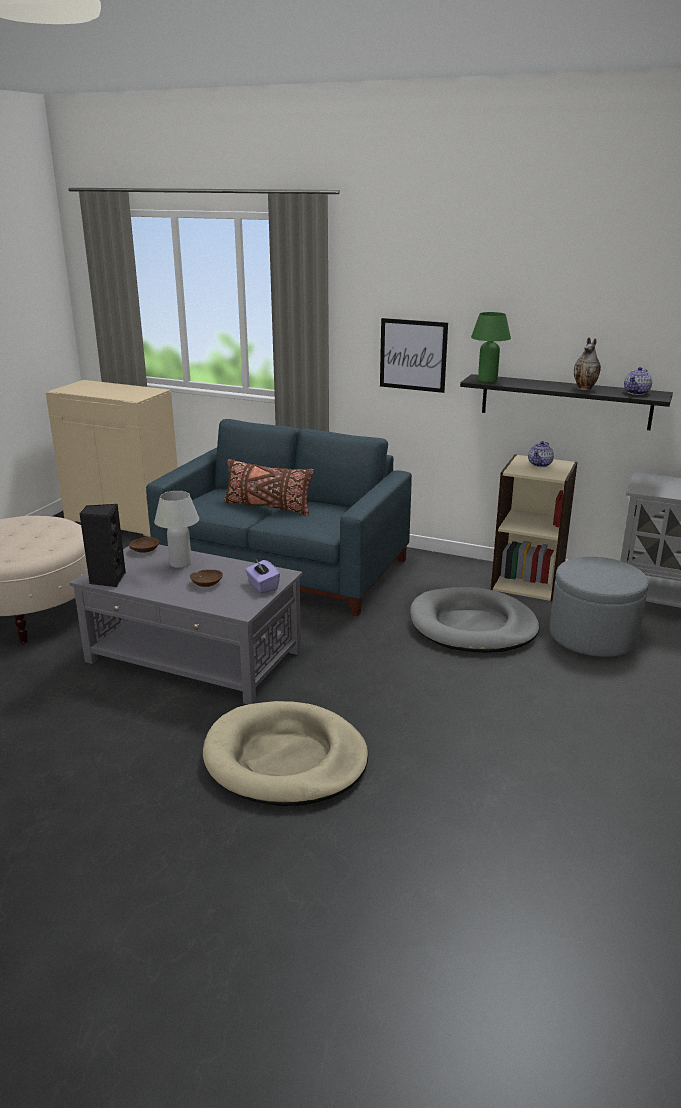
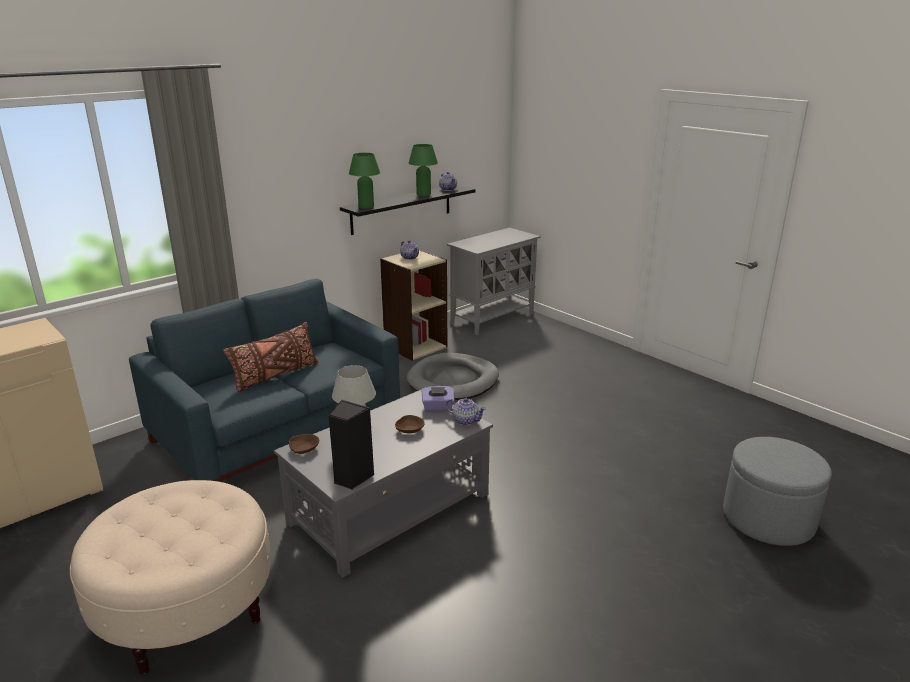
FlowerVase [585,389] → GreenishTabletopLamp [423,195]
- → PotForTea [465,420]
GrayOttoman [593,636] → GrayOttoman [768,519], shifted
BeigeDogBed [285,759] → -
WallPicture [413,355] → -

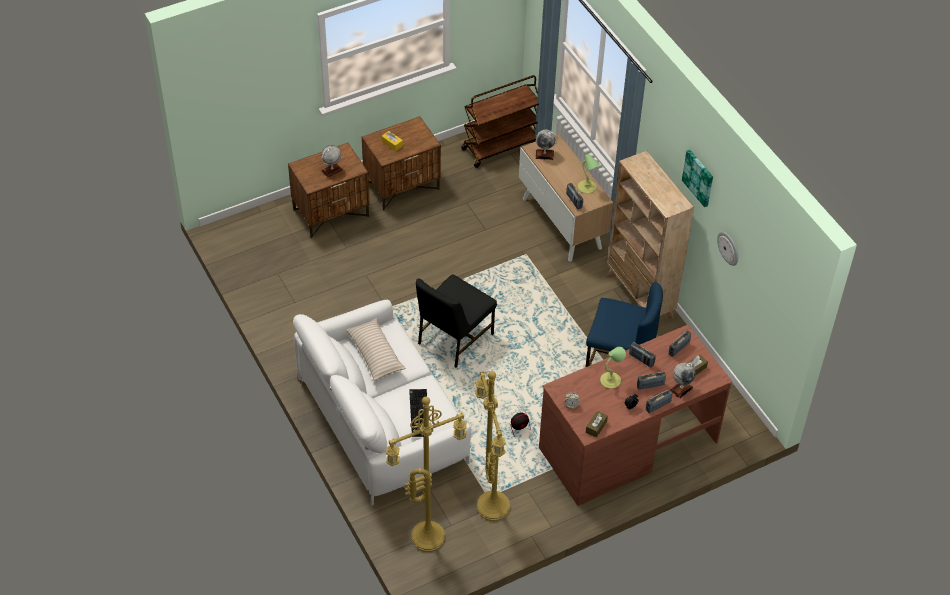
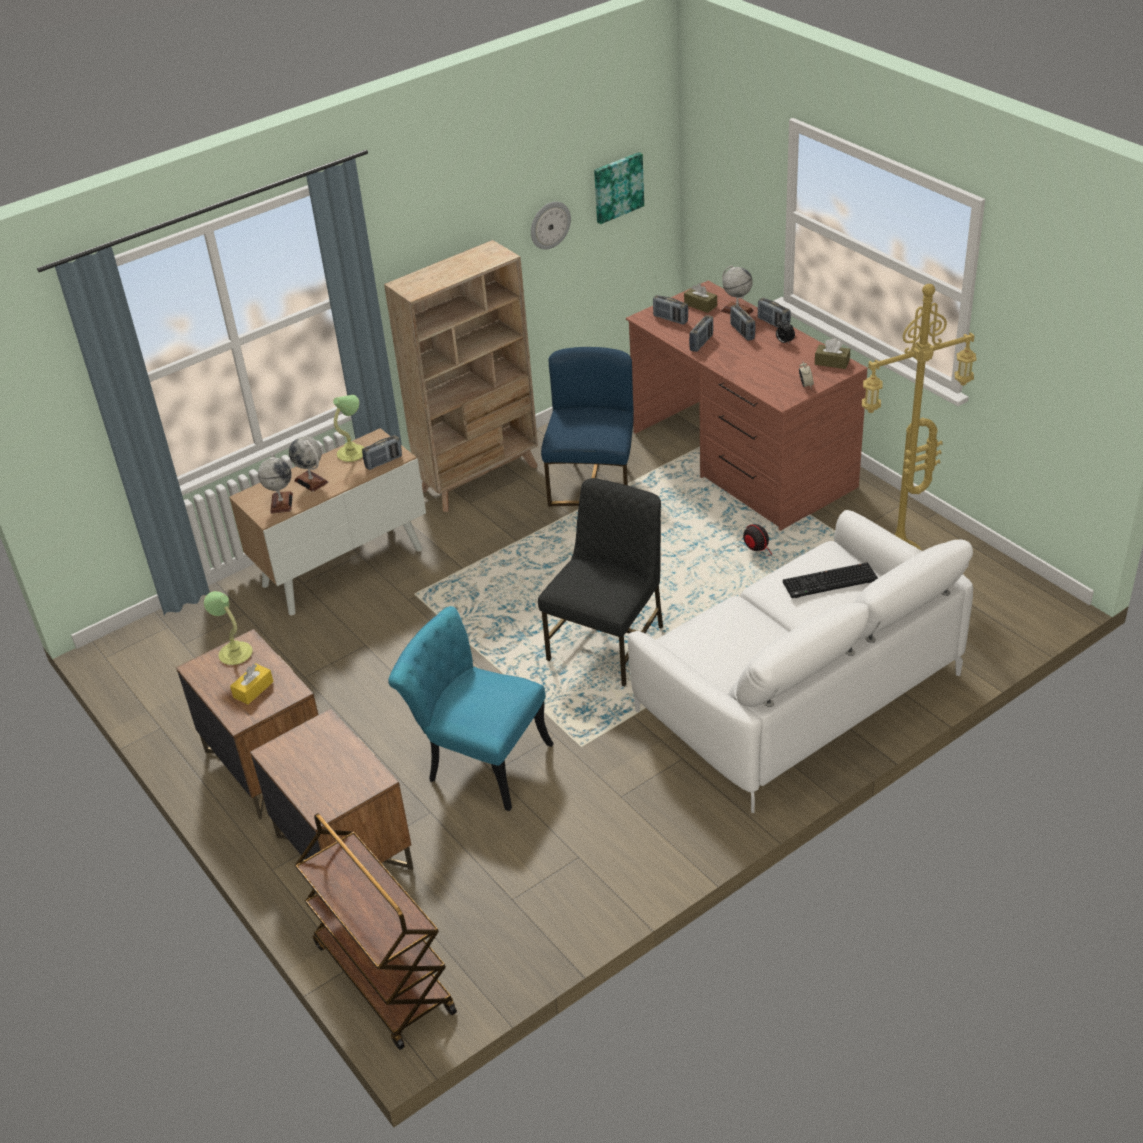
TabletopLamp [611,380] → TabletopLamp [235,653], shifted
Globe [332,170] → Globe [311,481], shifted
BrownCart [501,146] → BrownCart [383,977], shifted
- → BlueGreenPlainChair [478,760]
BlackColouredPlainChair [453,339] → BlackColouredPlainChair [608,643], 90 degrees counterclockwise
WallPicture [699,177] → WallPicture [617,187], shifted
BeigePillow [375,354] → -
YellowColouredFloorLamp [428,534] → -

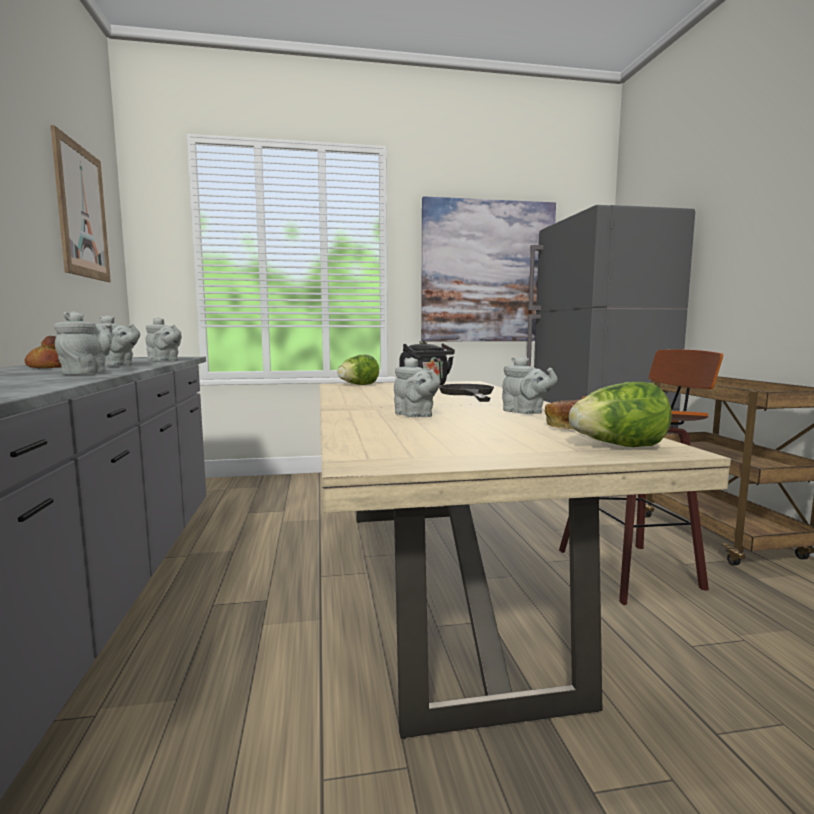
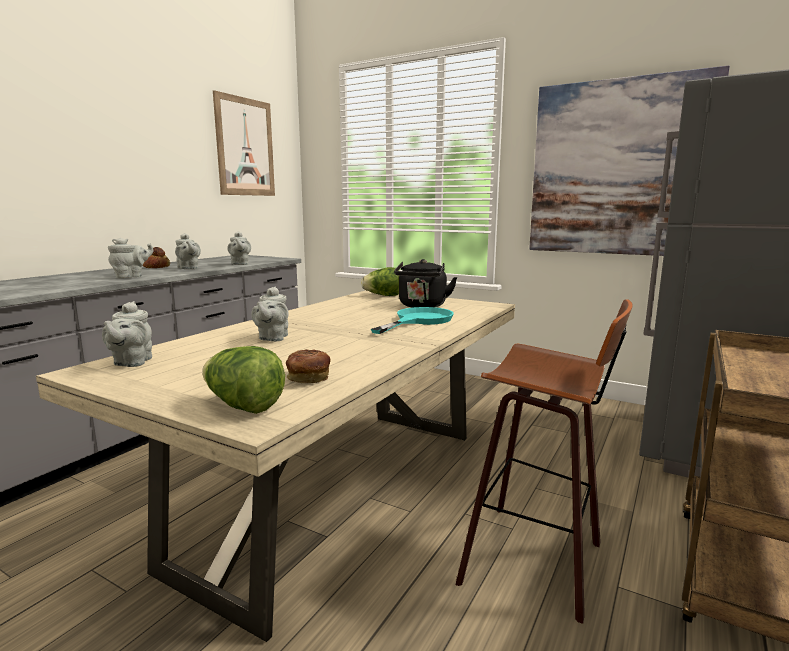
GrayPotForTea [525,412] → GrayPotForTea [131,362], shifted
BlackColouredFryingPan [468,394] → BlueGreenFryingPan [418,320]

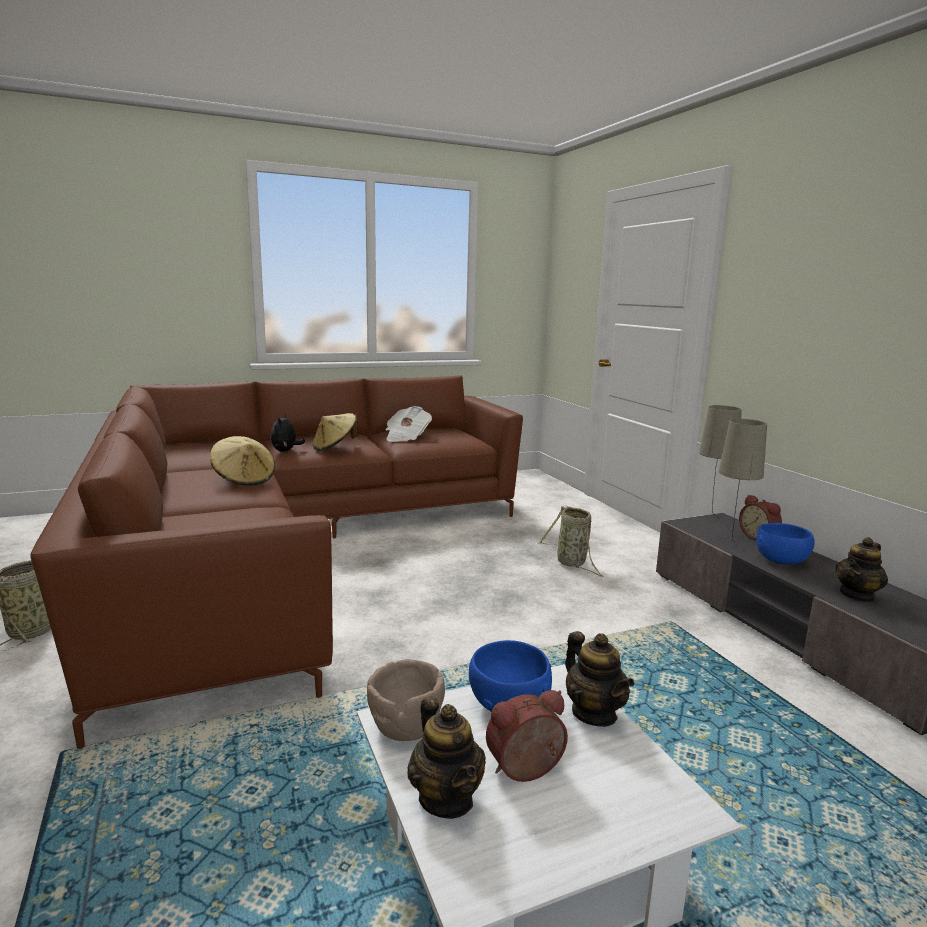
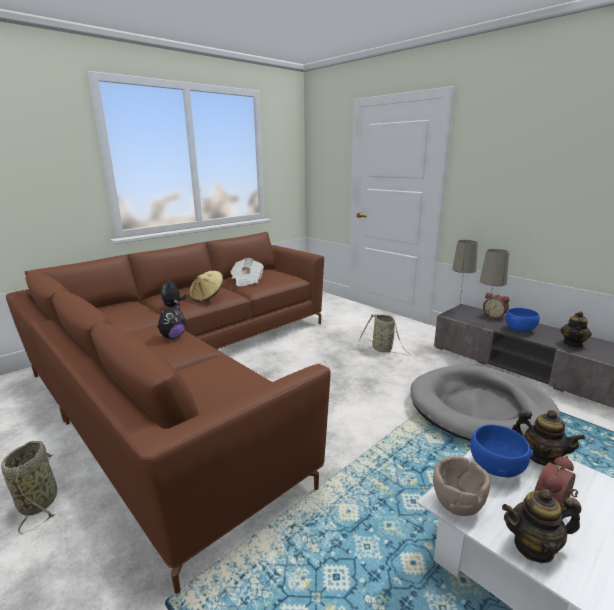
BeigeHat [244,479] → CuddlyToy [173,337]
- → GrayDogBed [480,408]
PotForTea [446,798] → PotForTea [534,547], 135 degrees clockwise

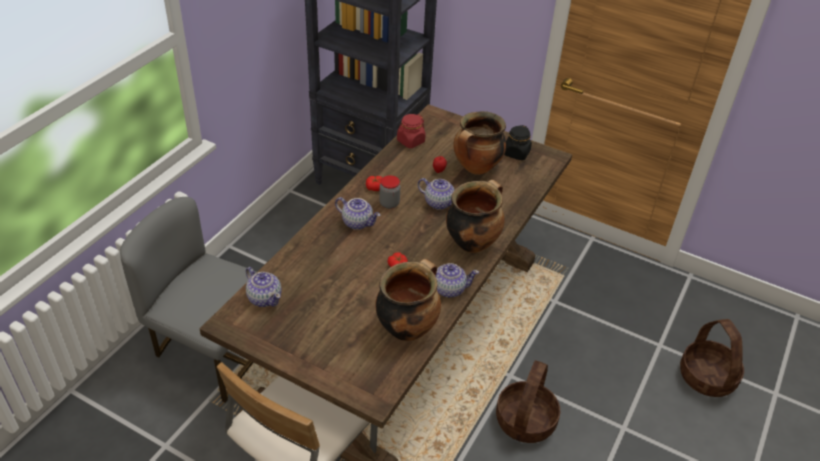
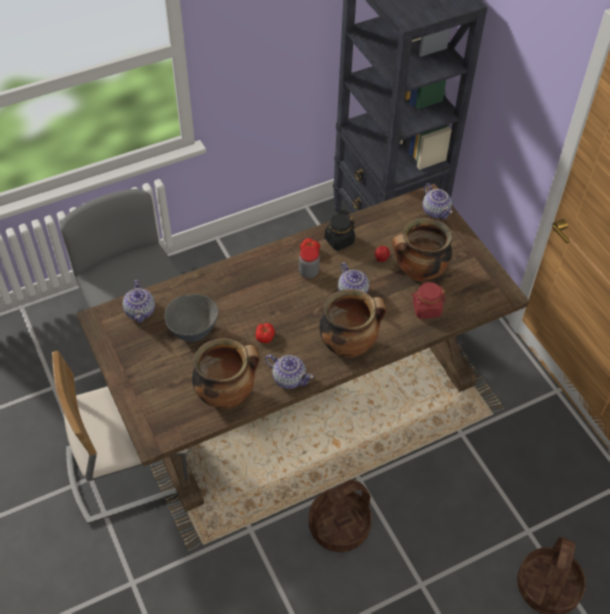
- → GrayBowl [192,332]
BlackColouredPreserveJar [516,153] → BlackColouredPreserveJar [339,241], shifted
RedColouredPreserveJar [410,141] → RedColouredPreserveJar [426,309], shifted
PotForTea [358,222] → PotForTea [436,211], shifted

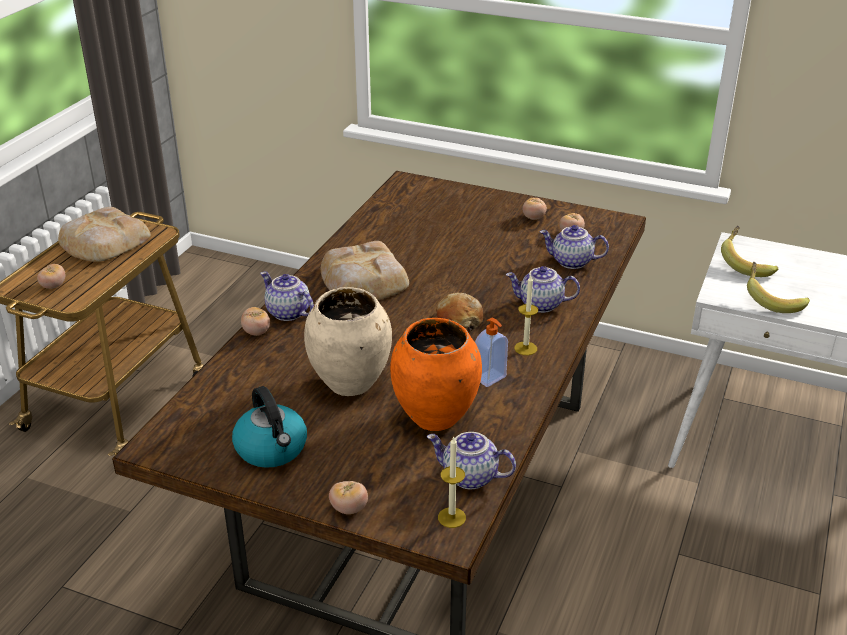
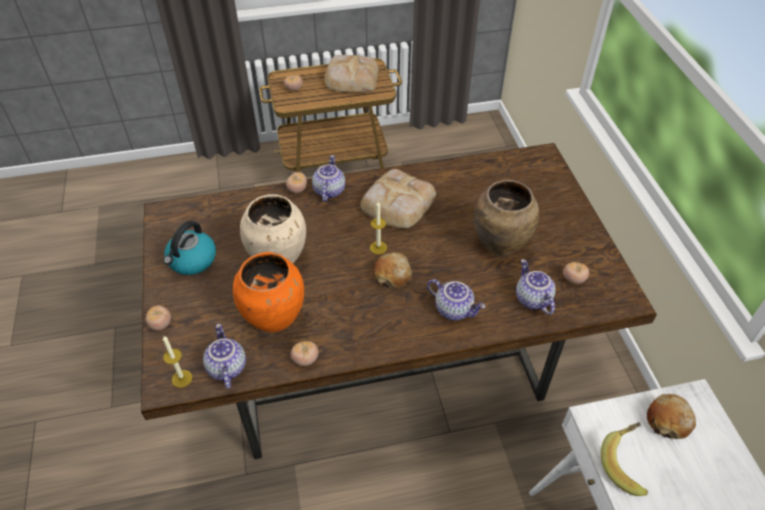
Tomato [533,218] → Tomato [305,359], shifted
Candle [525,348] → Candle [378,247], shifted
PotForTea [540,305] → PotForTea [454,309], 150 degrees clockwise
- → BrownFlowerVase [500,246]
Banana [746,264] → Bread [668,420]
SoapBottle [490,378] → -

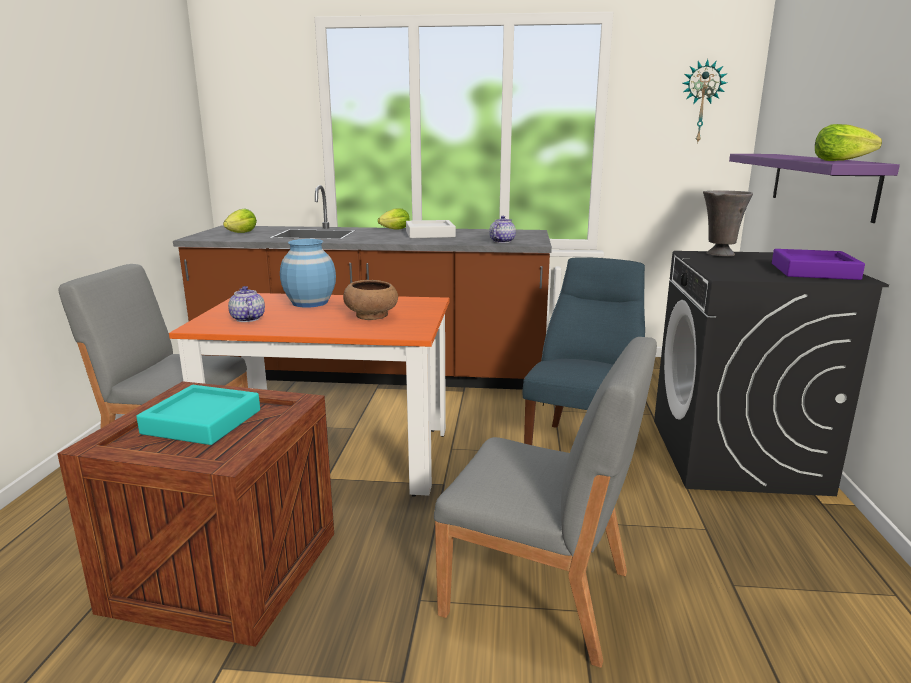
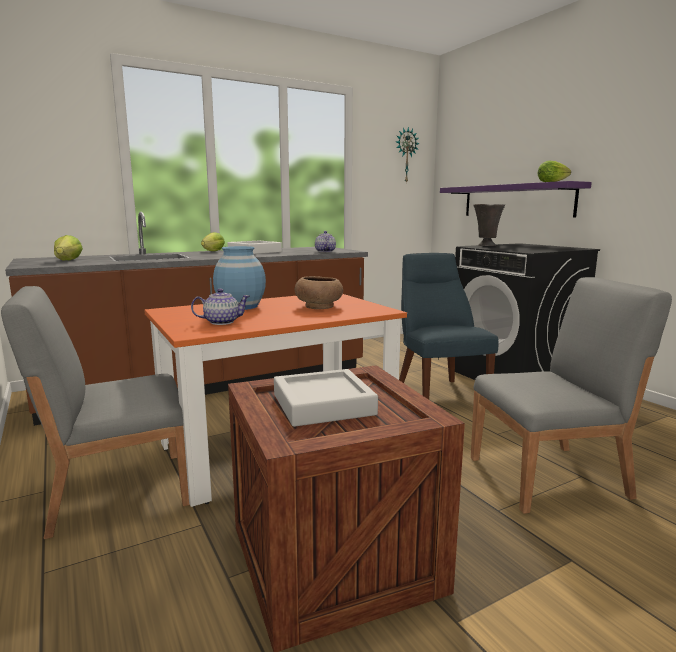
PotForTea [247,319] → PotForTea [221,322], 135 degrees clockwise
BlueGreenCarryingTray [202,422] → GrayCarryingTray [323,404]
PurpleColouredCarryingTray [814,271] → -

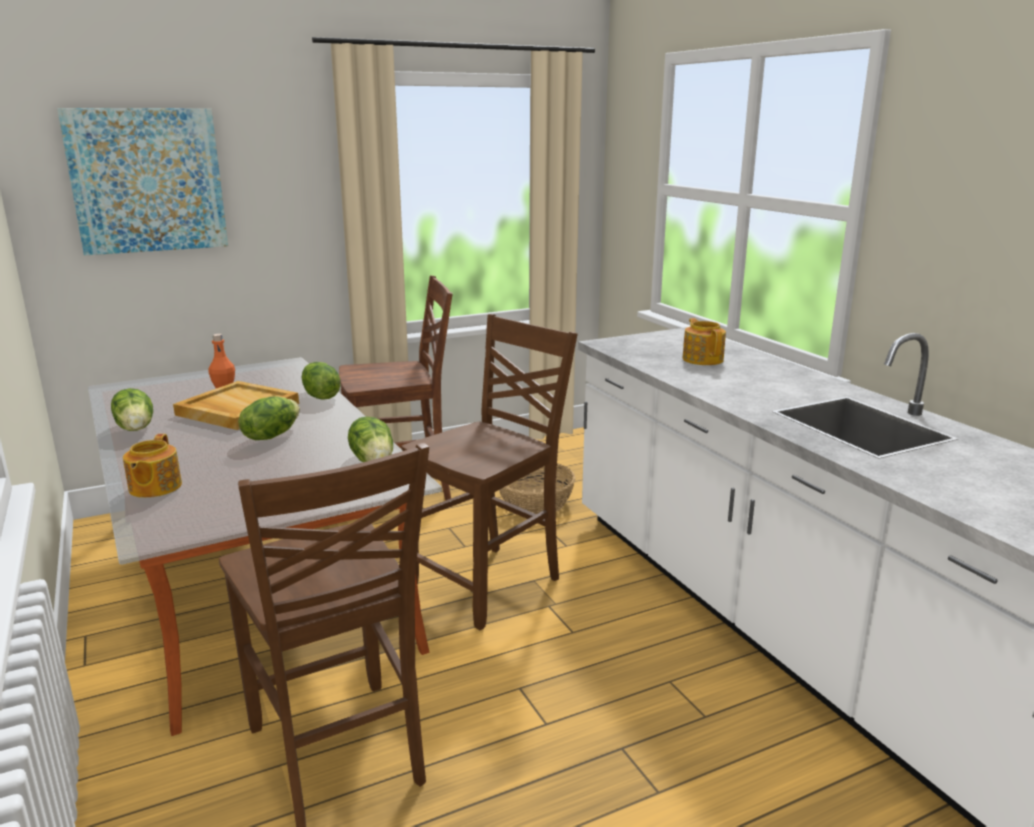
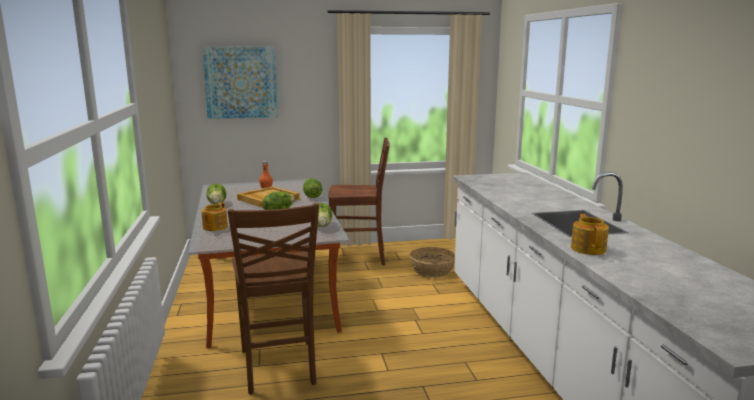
PotForTea [702,359] → PotForTea [588,248], shifted
BrownPlainChair [489,584] → -

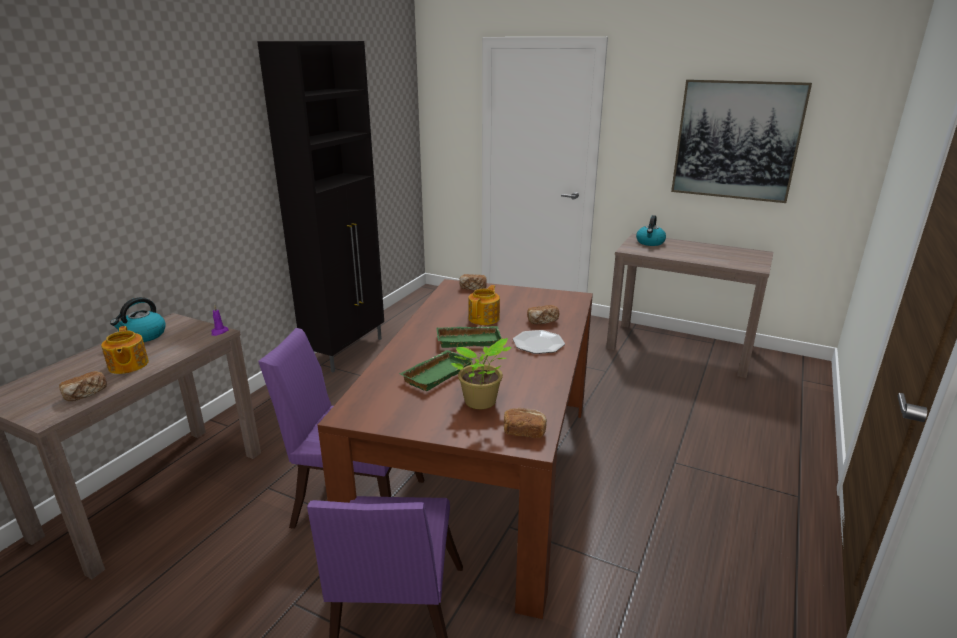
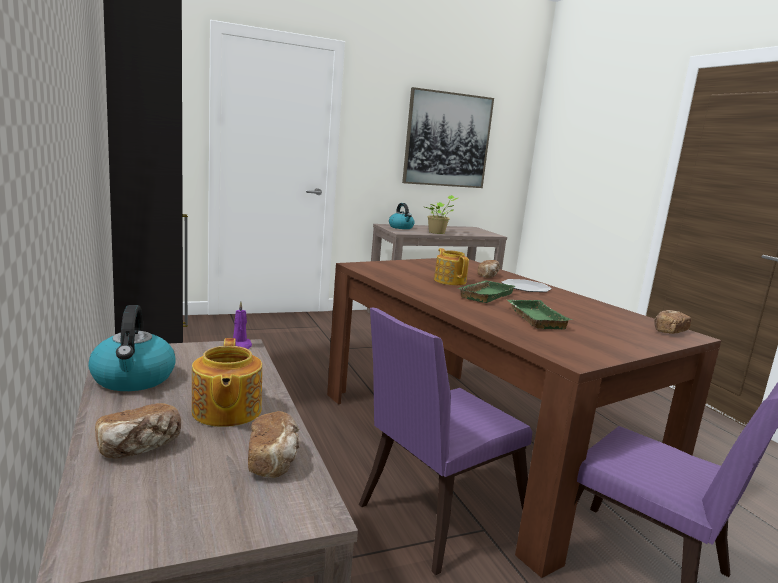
Bread [473,288] → Bread [139,447], shifted
PotForTea [128,365] → PotForTea [225,411], 60 degrees clockwise
PlantInAPot [481,402] → PlantInAPot [438,233], shifted

